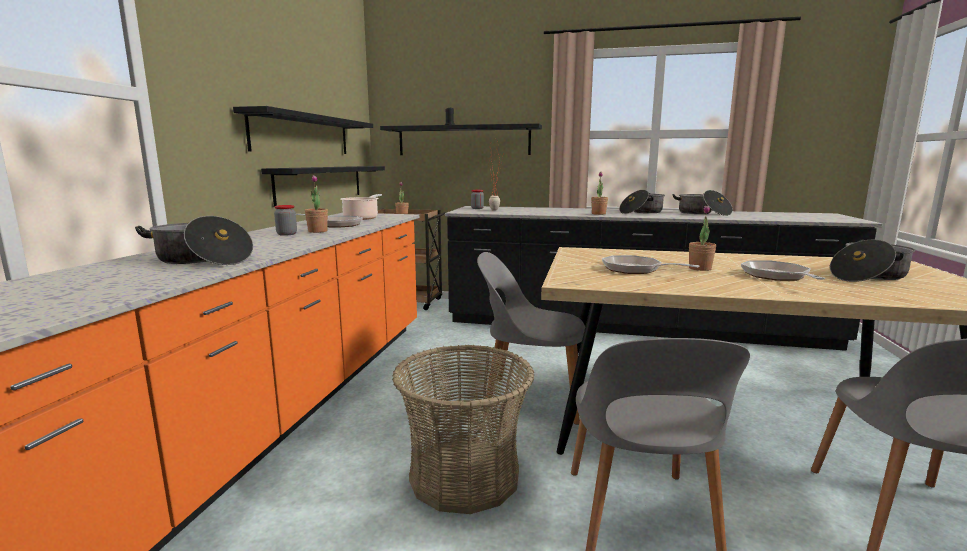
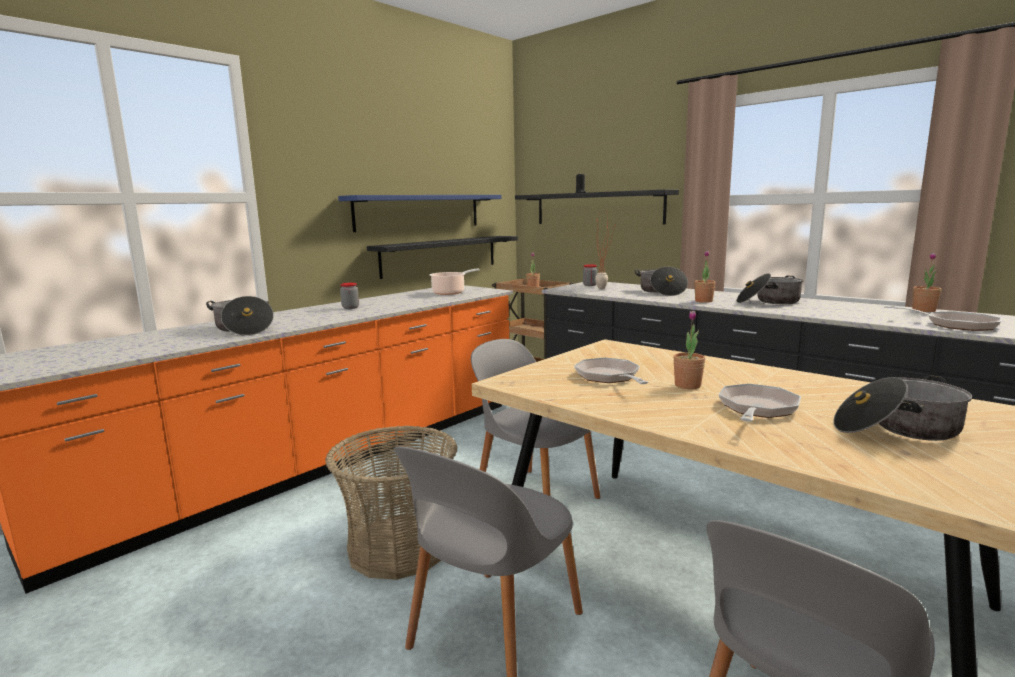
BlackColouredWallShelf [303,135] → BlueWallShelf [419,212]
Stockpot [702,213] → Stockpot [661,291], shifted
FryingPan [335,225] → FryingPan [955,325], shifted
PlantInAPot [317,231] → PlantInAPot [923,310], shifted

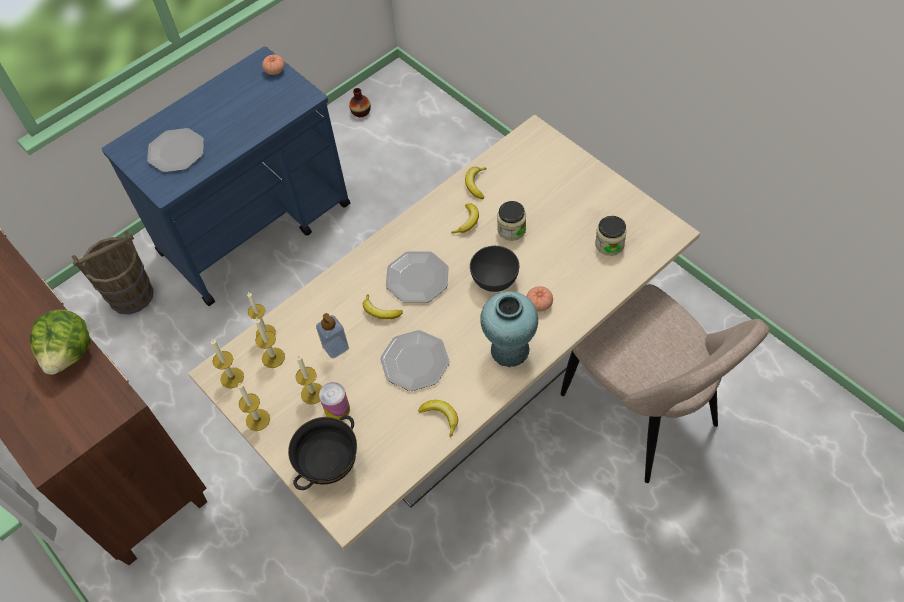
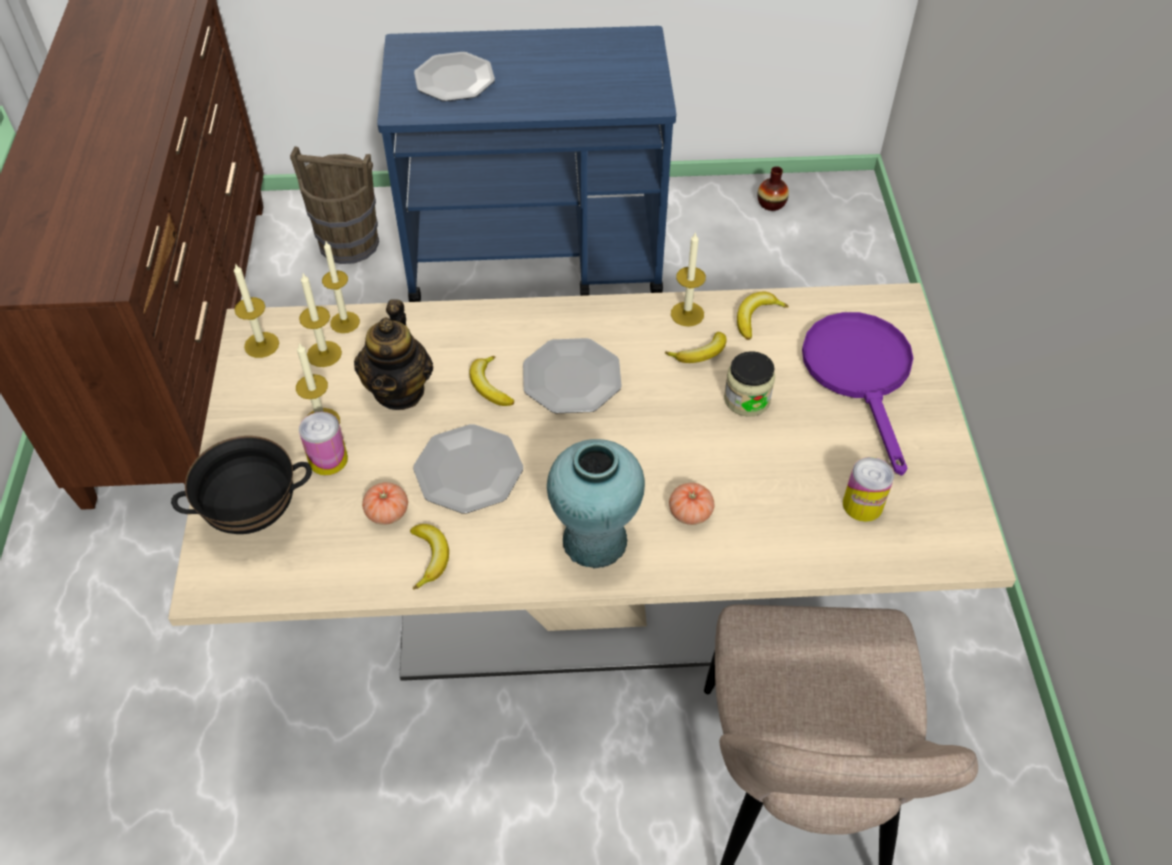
SoapBottle [335,347] → PotForTea [399,390]
Tomato [275,70] → Tomato [387,512], shifted
Candle [258,419] → Candle [687,314], shifted
- → PurpleColouredFryingPan [861,374]
PreserveJar [609,244] → SealedCan [862,505]
LettuceHead [70,353] → -
GrayBowl [495,280] → -

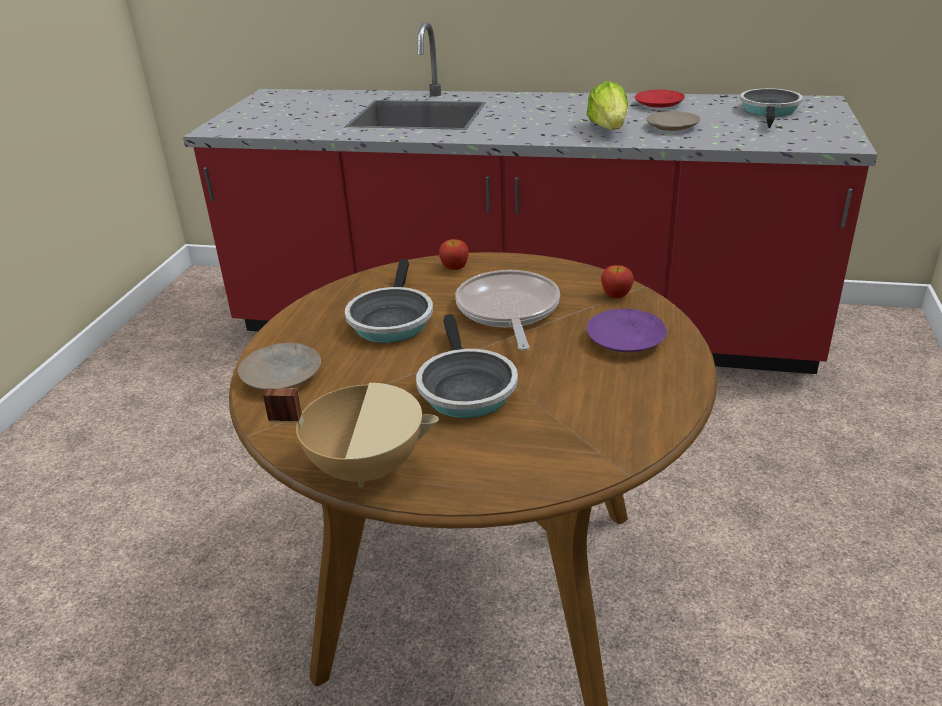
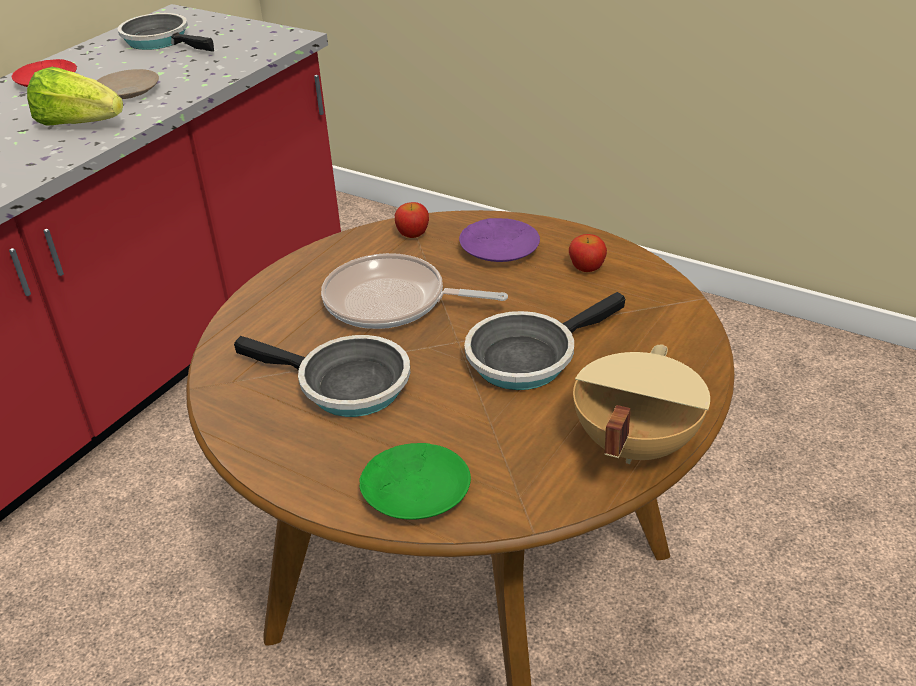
BeigeDinnerPlate [282,375] → GreenishDinnerPlate [414,491]
FryingPan [464,388] → FryingPan [527,357], 135 degrees clockwise
AppleFruit [454,267] → AppleFruit [587,268], shifted

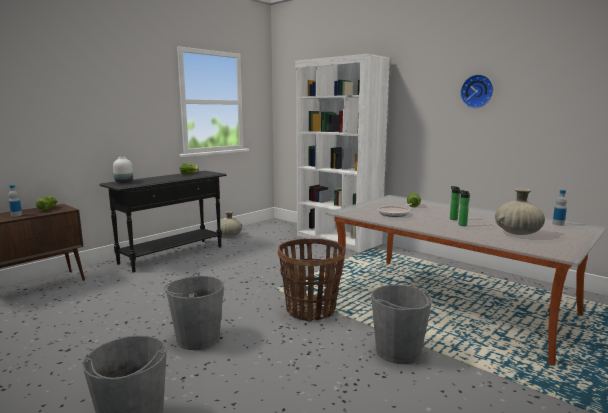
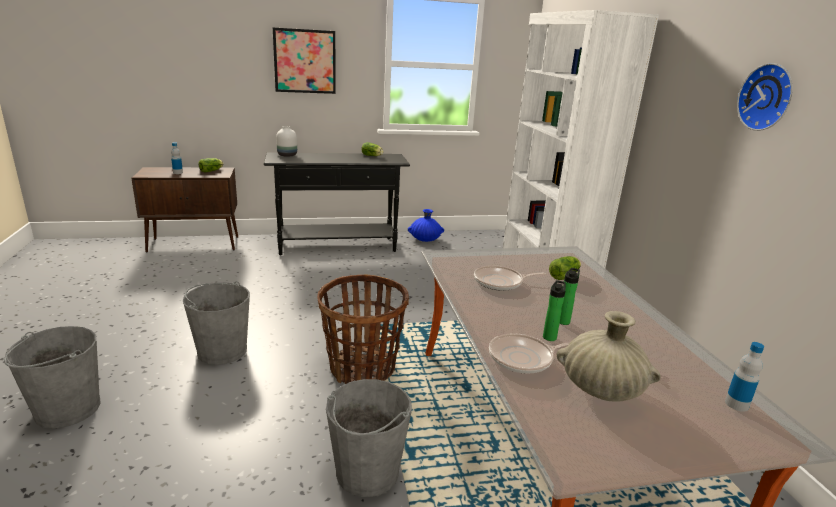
- → WallPicture [305,61]
BeigeFlowerVase [229,236] → BlueFlowerVase [425,240]
- → FryingPan [524,358]

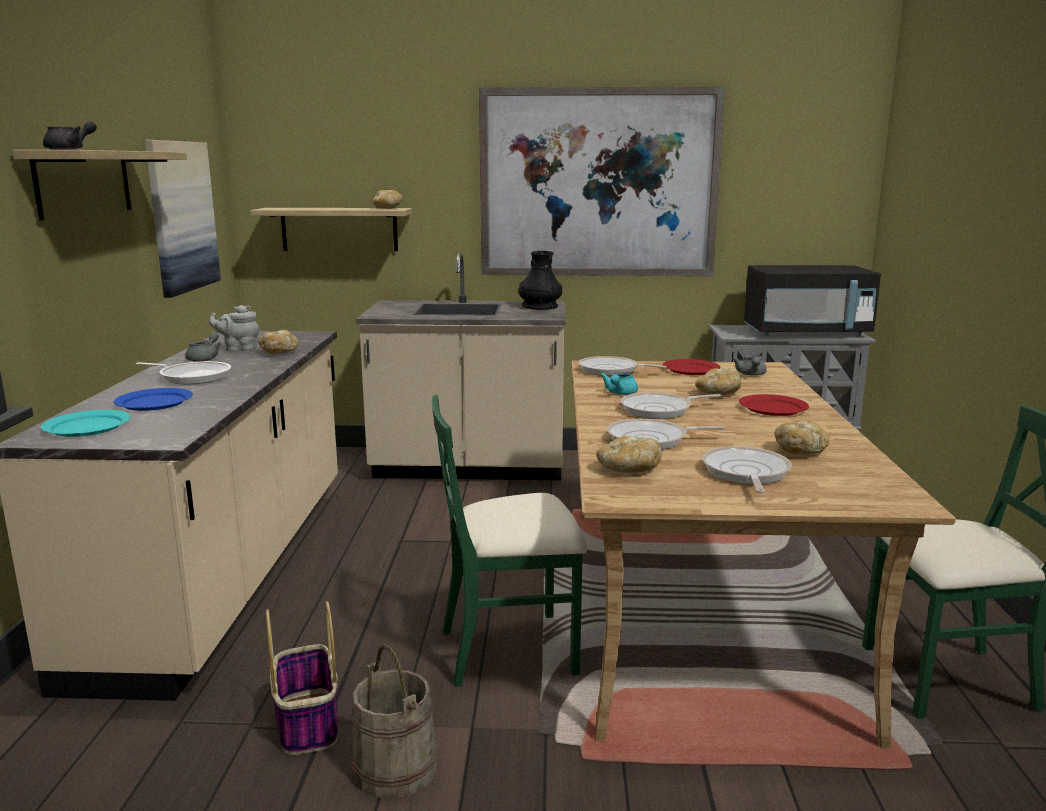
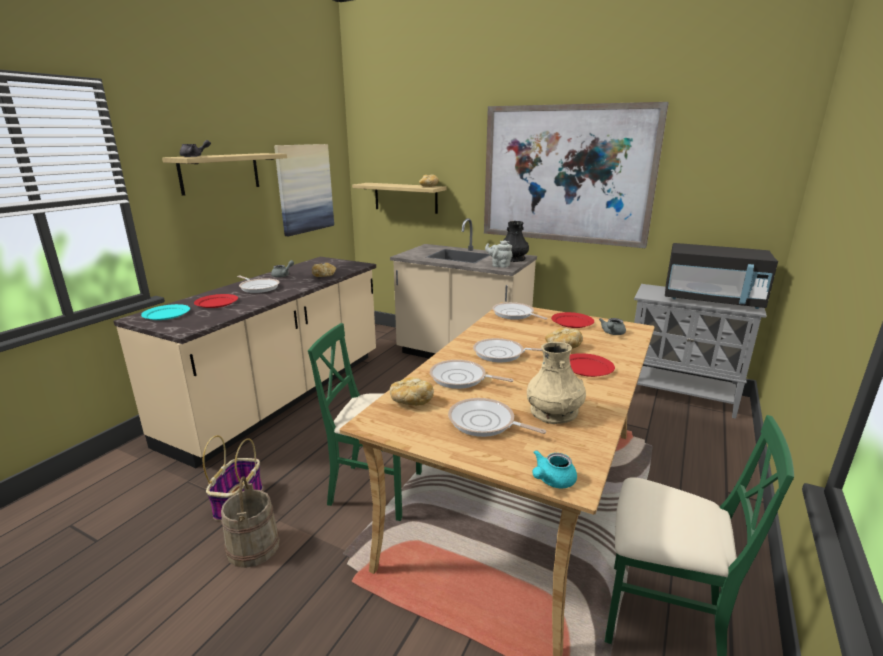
BlueDinnerPlate [155,402] → RedColouredDinnerPlate [217,303]
FryingPan [745,473] → FryingPan [485,423], 90 degrees counterclockwise
GrayPotForTea [239,349] → GrayPotForTea [499,265], shifted
Bread [800,451] → BeigeFlowerVase [554,412]
BlueGreenPotForTea [619,393] → BlueGreenPotForTea [552,481], shifted

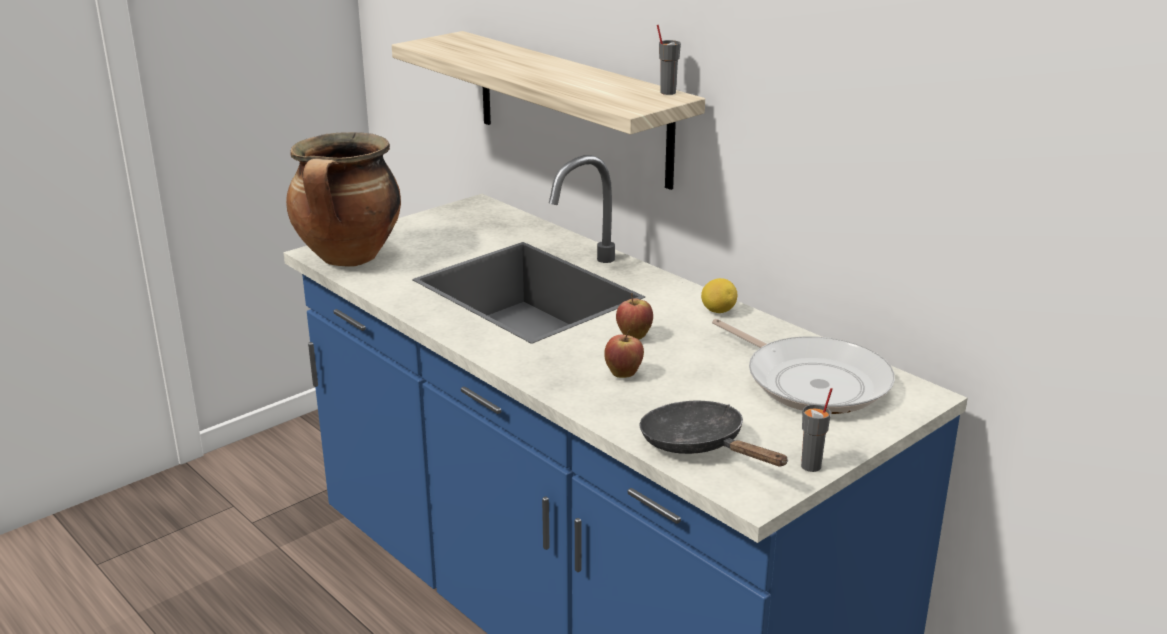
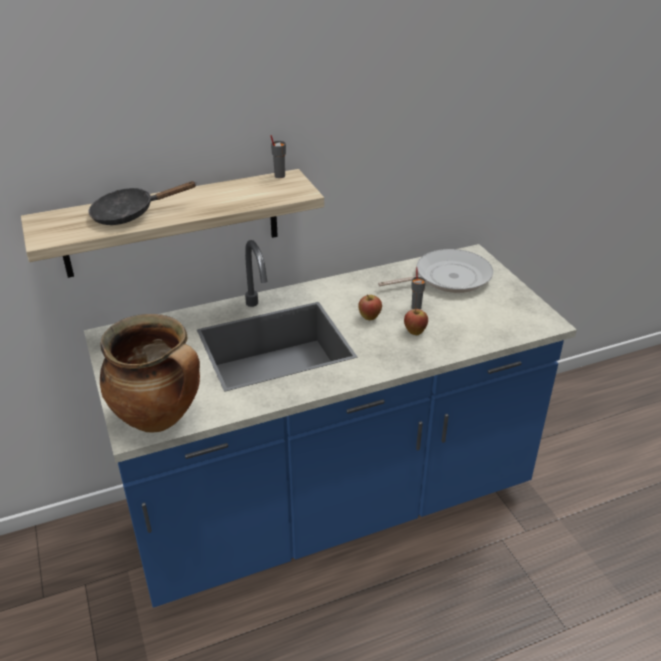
BlackColouredFryingPan [699,445] → BlackColouredFryingPan [130,214], shifted
GrayCup [811,466] → GrayCup [416,307], shifted
Lemon [718,311] → -

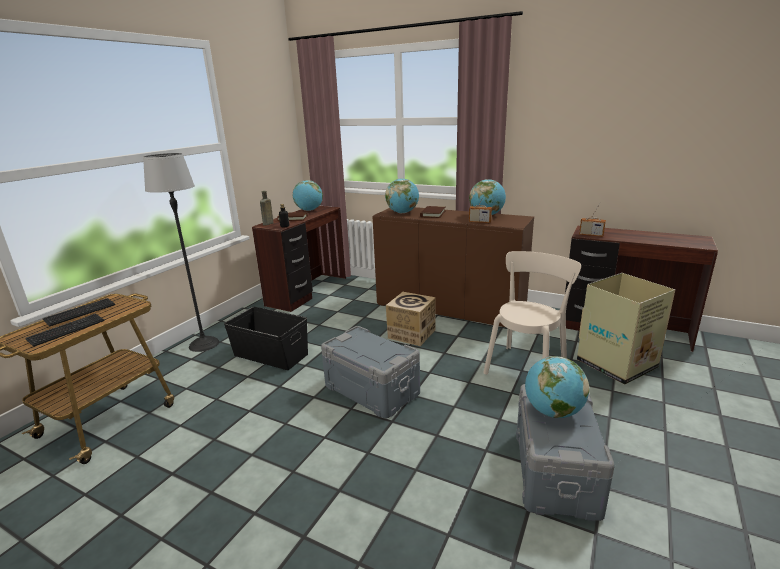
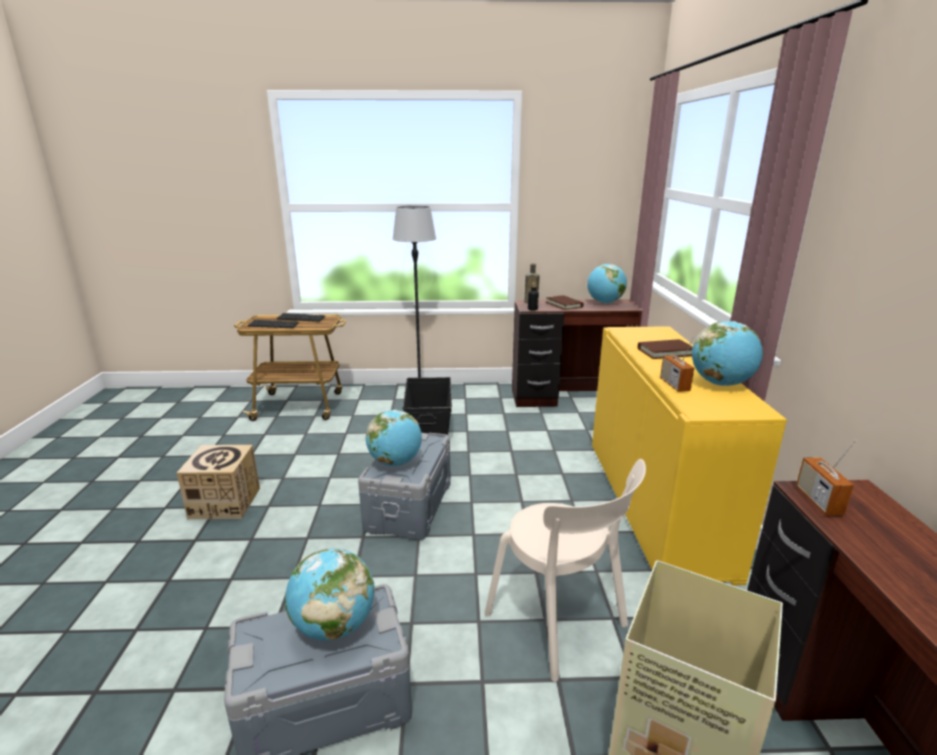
PackingBox [411,334] → PackingBox [225,503], shifted
Globe [402,212] → Globe [395,462], shifted
BeigePlainChair [526,367] → BeigePlainChair [560,623], 45 degrees clockwise
BrownStorageCabinet [449,308] → YellowColouredStorageCabinet [654,504]

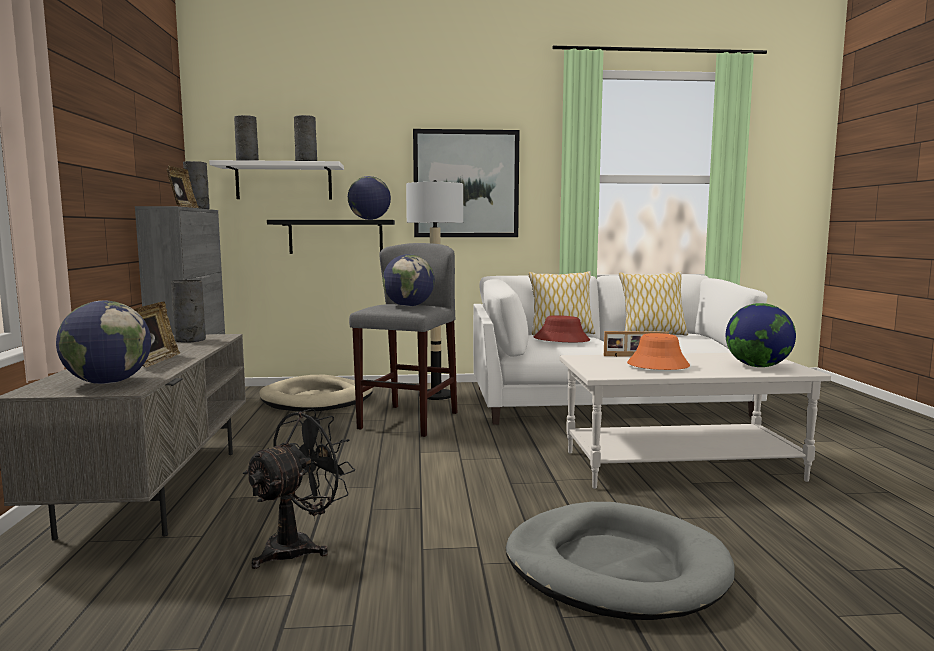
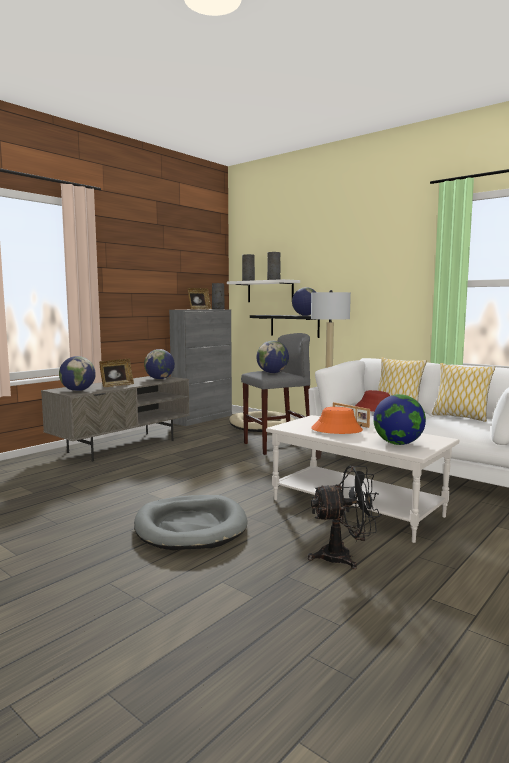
GrayFlowerVase [189,340] → Globe [159,379]
BlackColouredFan [299,546] → BlackColouredFan [344,557], shifted
WallPicture [466,184] → -

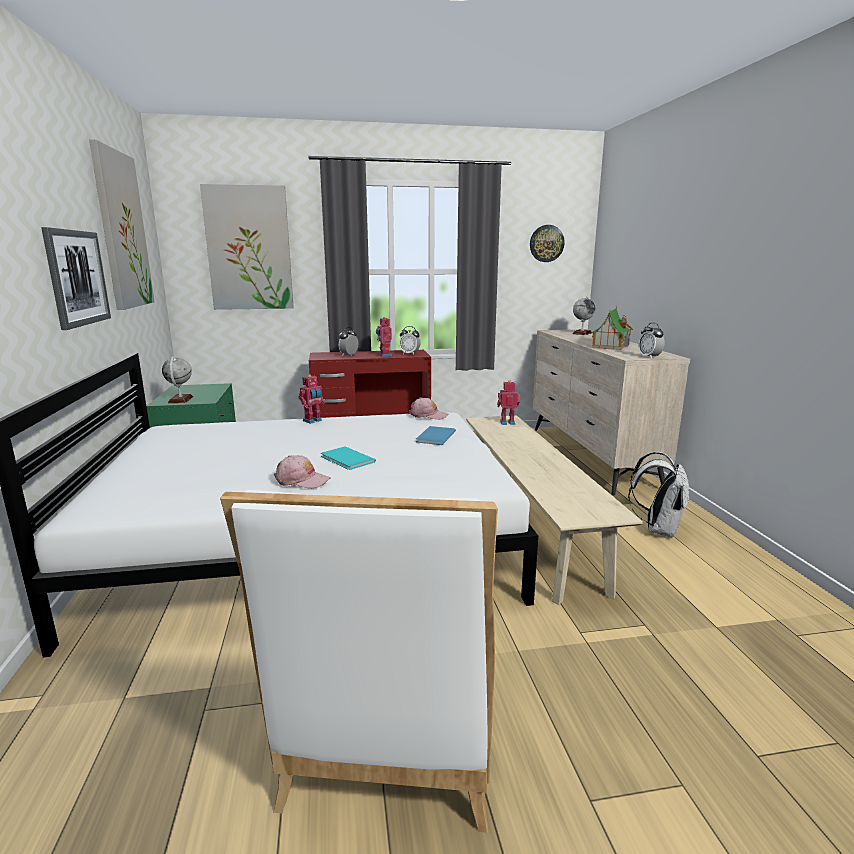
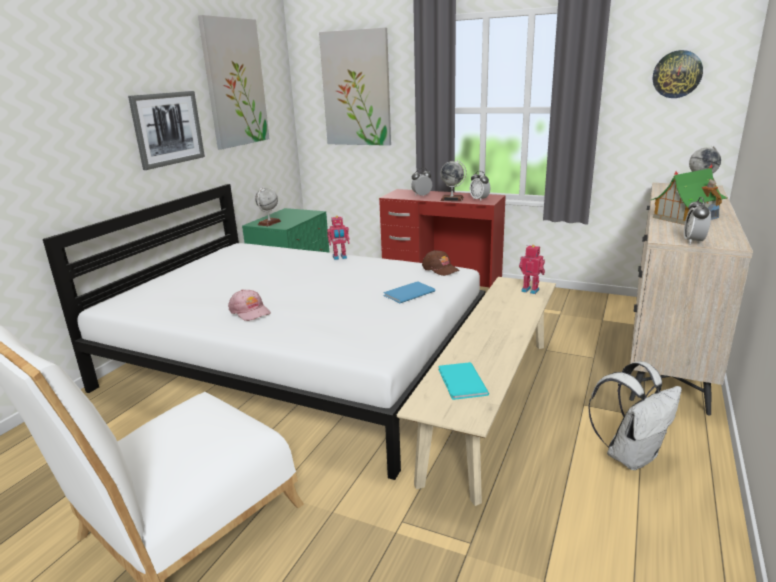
PinkBaseballCap [428,415] → BrownBaseballCap [440,269]
BlueGreenBook [347,460] → BlueGreenBook [461,383], shifted
RobotFigure [384,355] → Globe [452,199]

